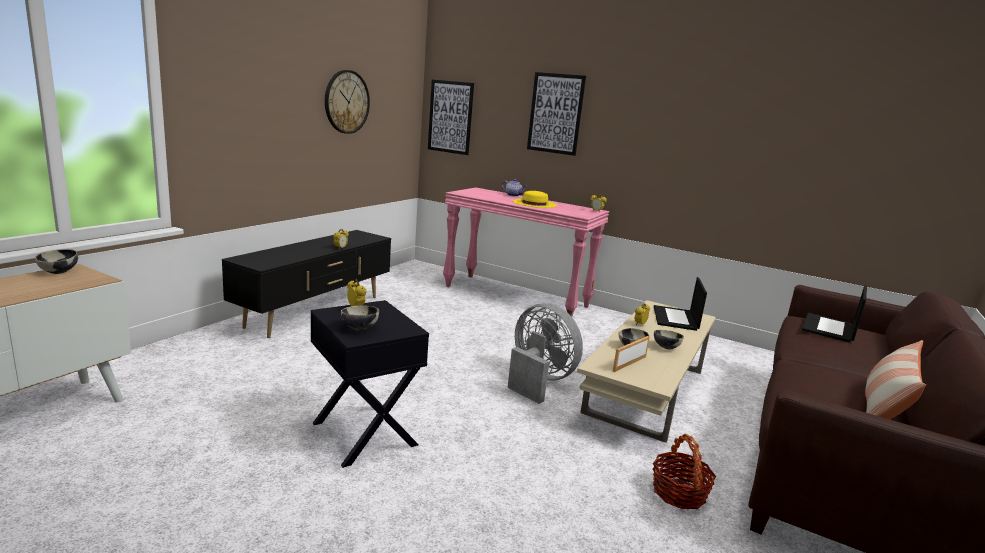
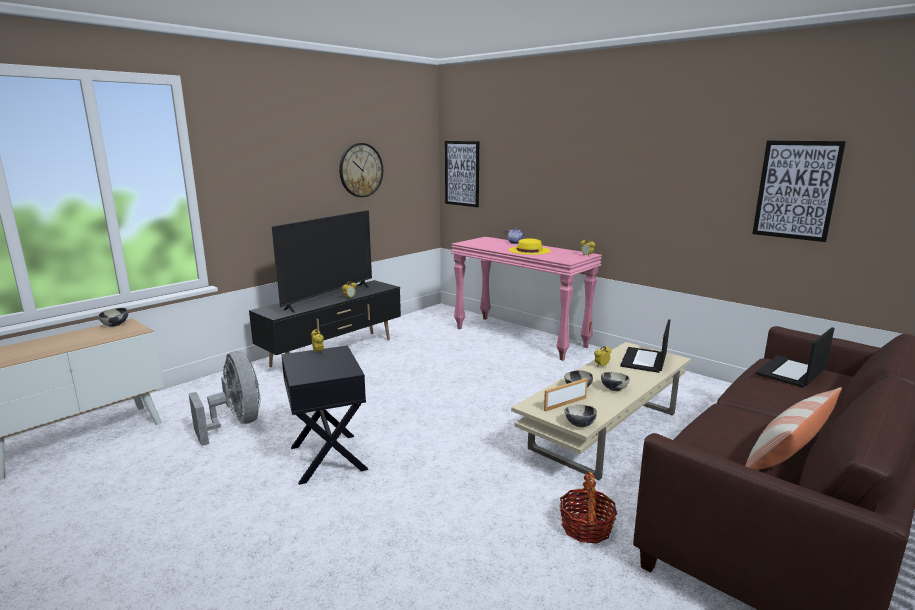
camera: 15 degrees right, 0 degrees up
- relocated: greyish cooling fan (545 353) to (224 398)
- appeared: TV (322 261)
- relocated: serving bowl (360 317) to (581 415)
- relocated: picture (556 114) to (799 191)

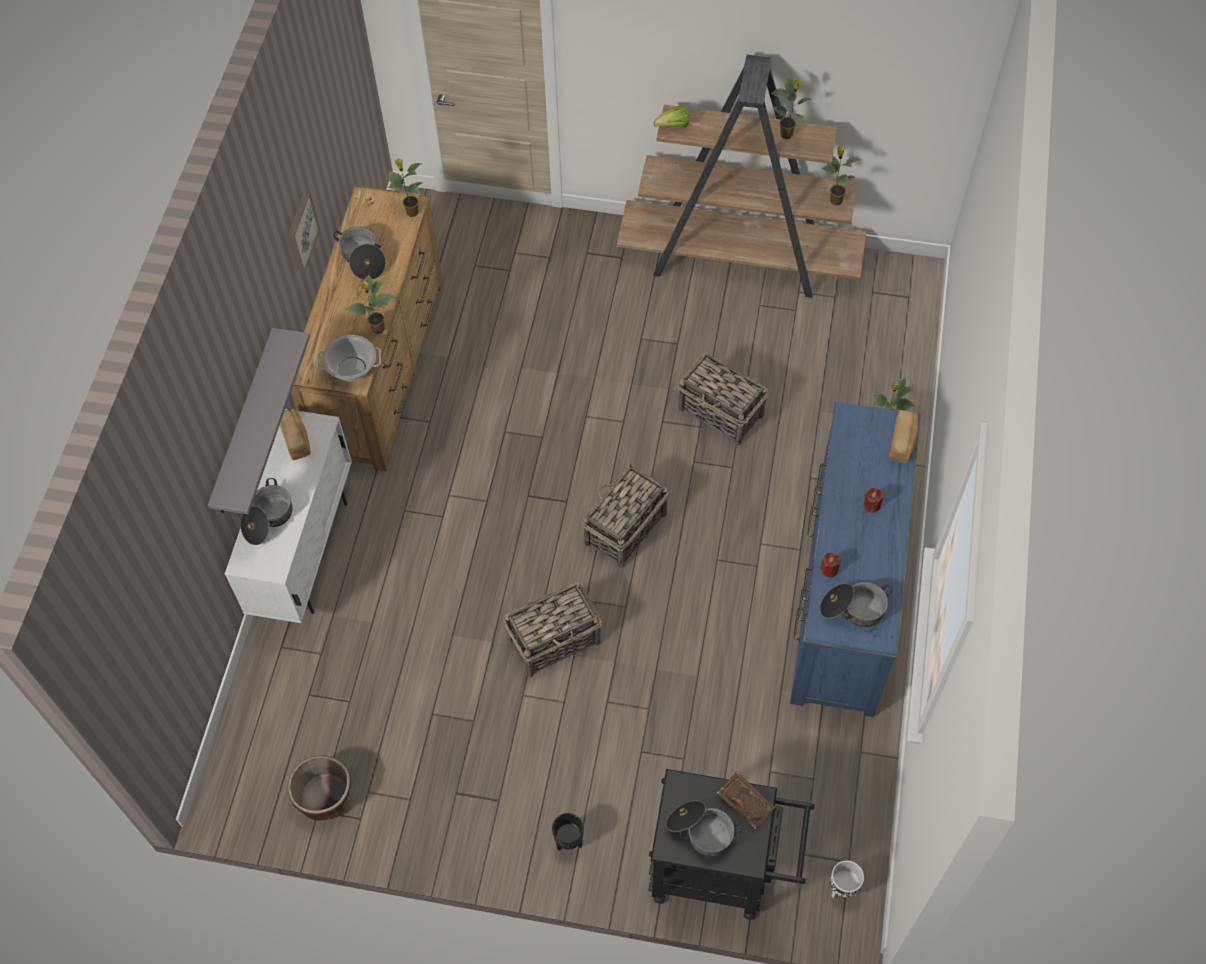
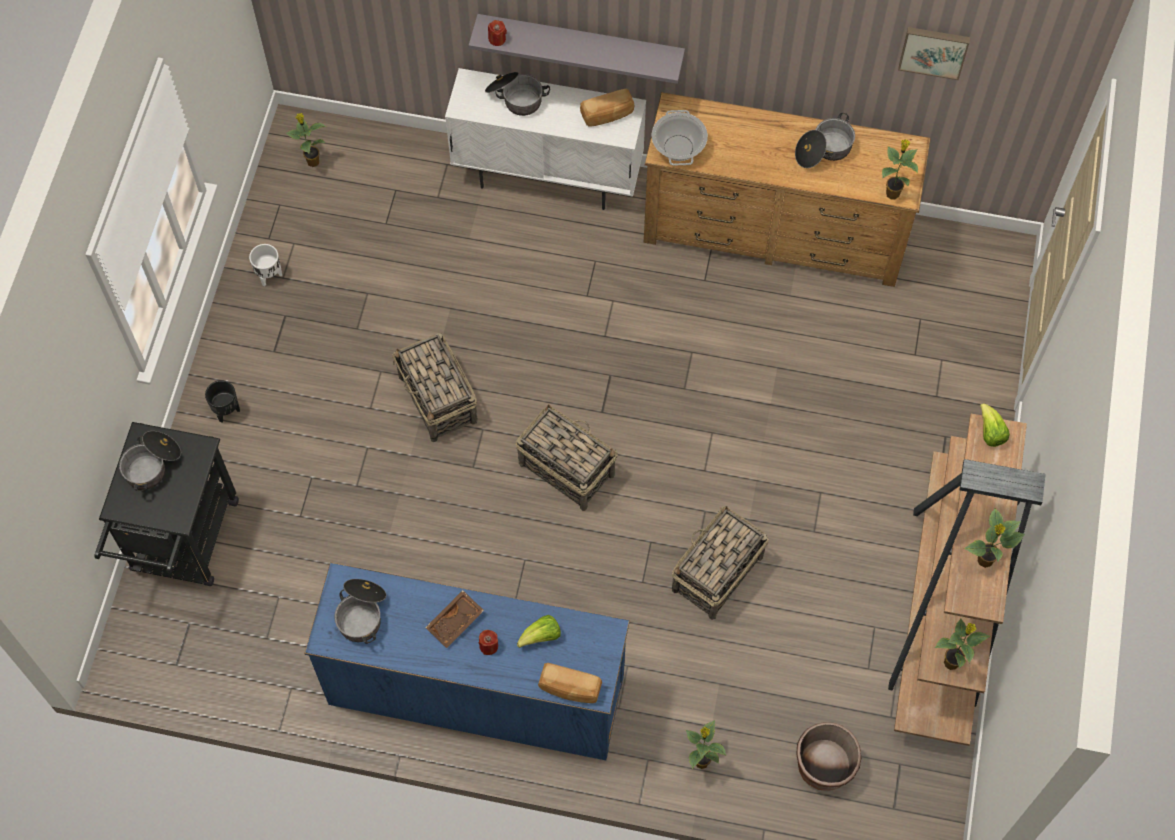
camera: 90 degrees right, 5 degrees up
- relocated: whitish plant pot (847 879) to (265 265)
- relocated: plant in a pot (370 304) to (306 140)
- relocated: brown-coloured tray (746 800) to (454 619)
- relocated: reddish wax candle (830 565) to (497 33)
- appeared: head of lettuce (539 631)
- relocated: brown-coloured plant pot (319 787) to (828 756)
- relocated: picture (303 232) to (934 53)

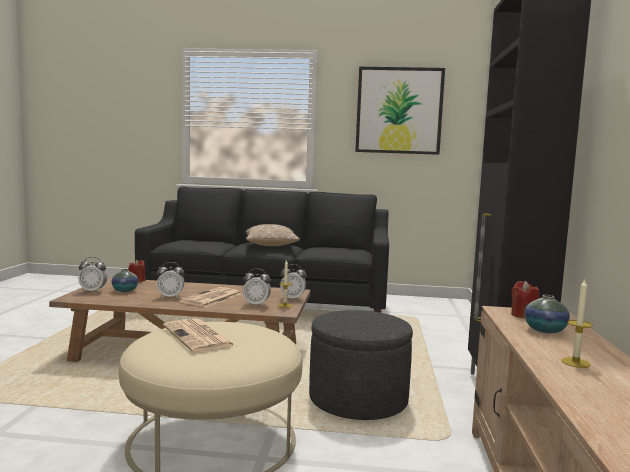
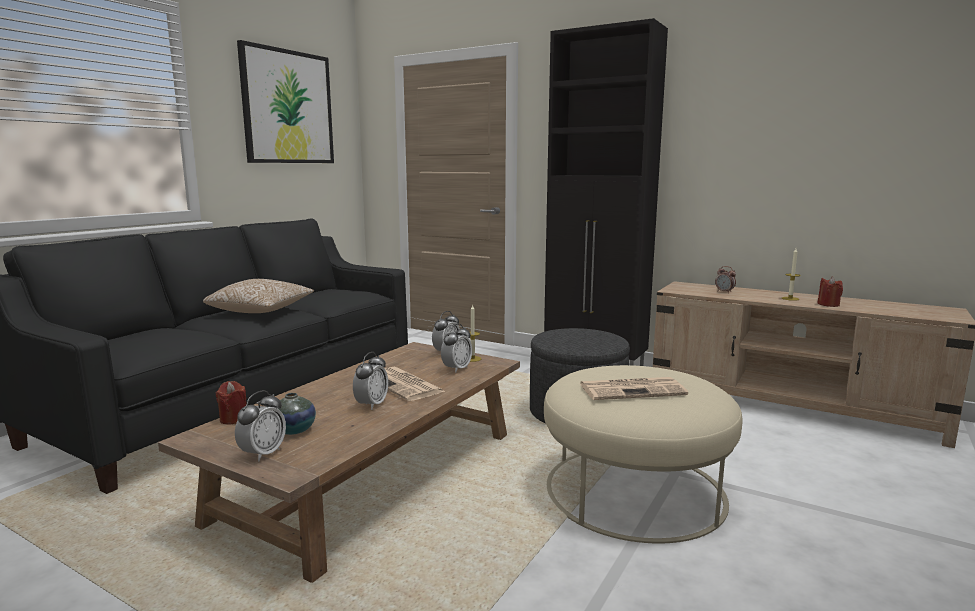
camera: 65 degrees left, 5 degrees up
- exchanged: vase (547 314) to table clock (725 279)
- relocated: reddish wax candle (525 300) to (830 292)

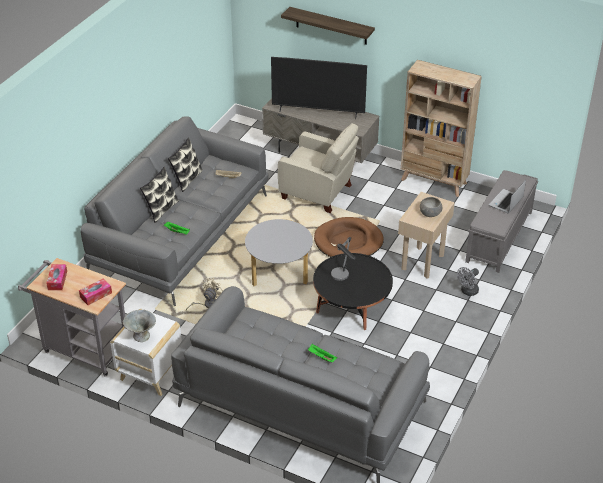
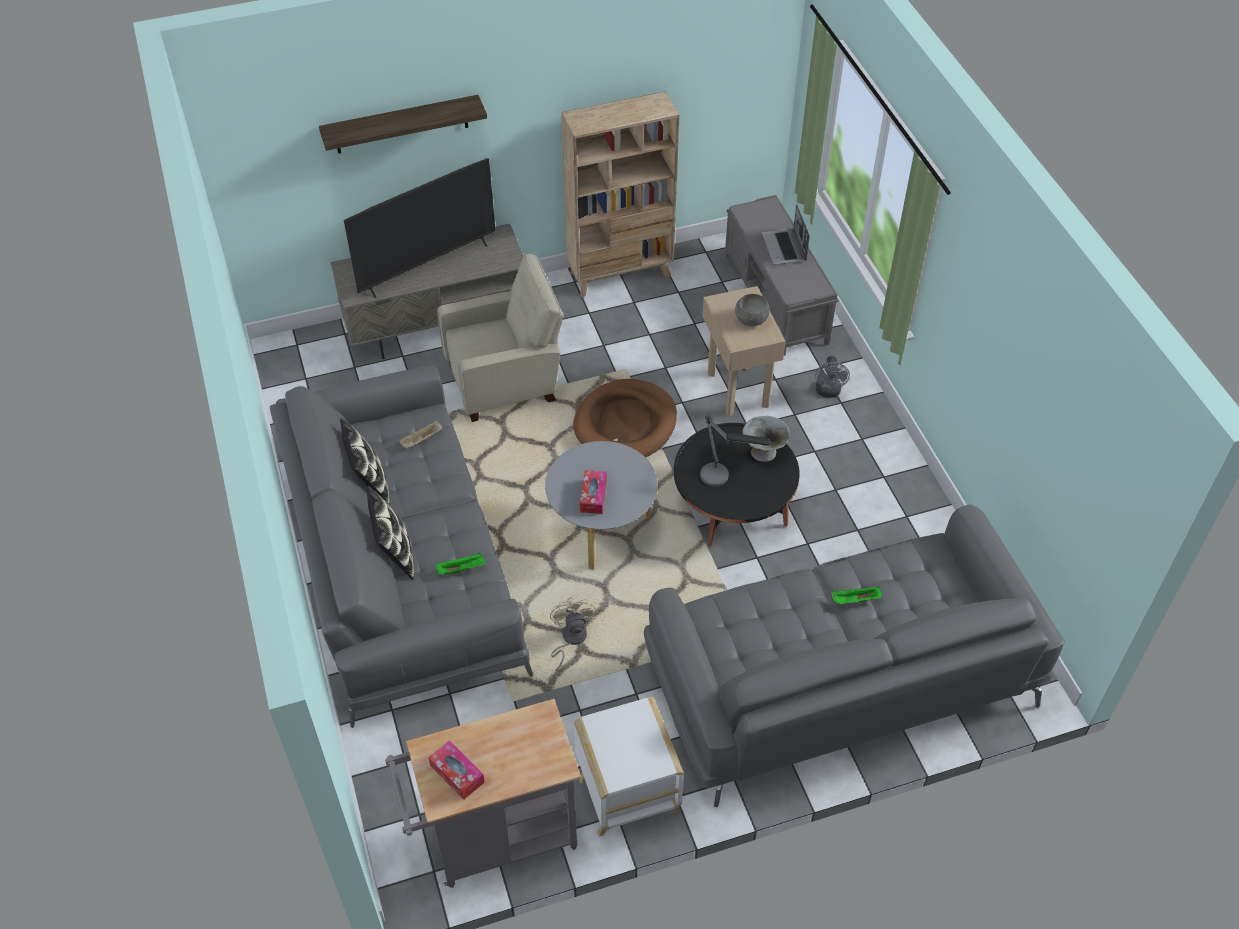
camera: 45 degrees left, 10 degrees up
- relocated: box of tissues (95 291) to (593 492)
- relocated: greyish serving bowl (139 326) to (766 439)

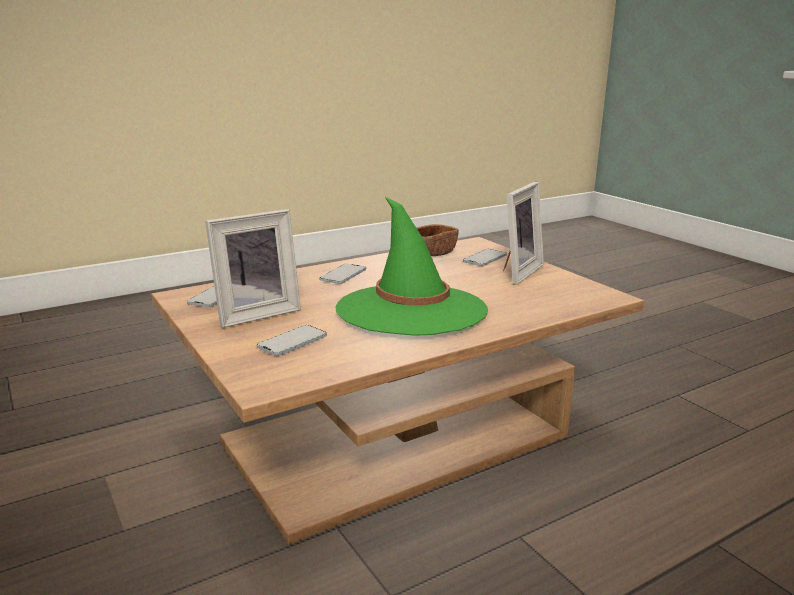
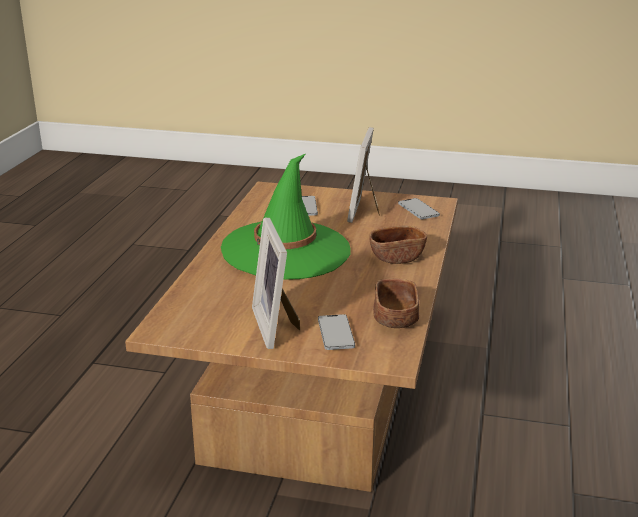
camera: 135 degrees right, 5 degrees up
- exchanged: telephone (343 273) to brown-coloured serving bowl (398 244)

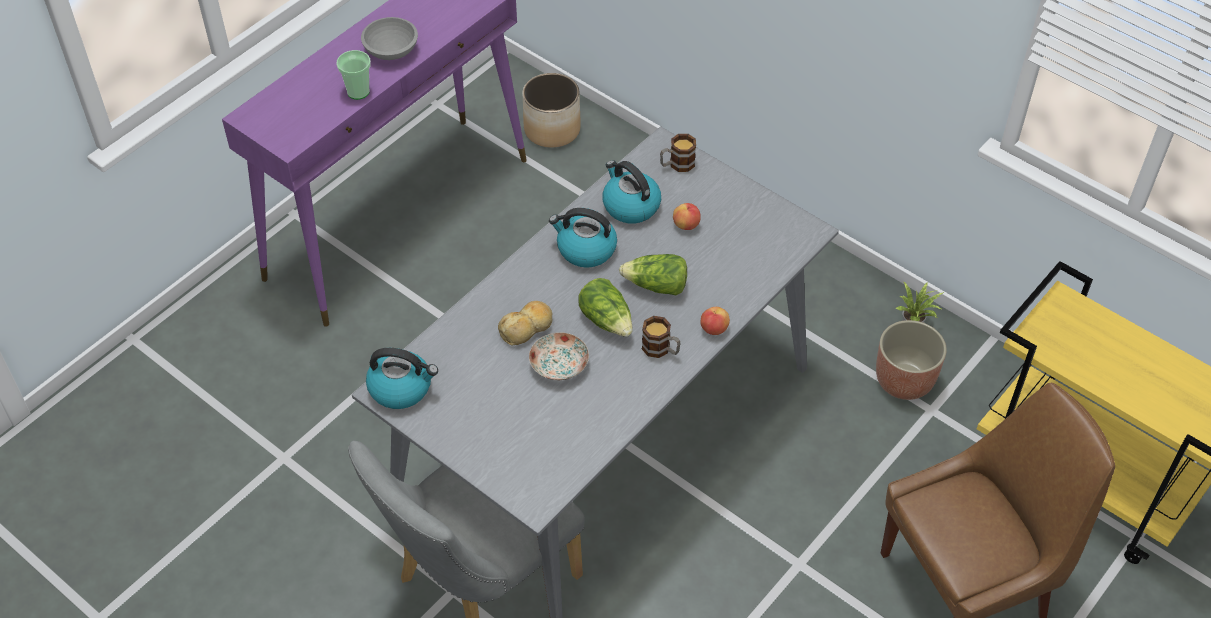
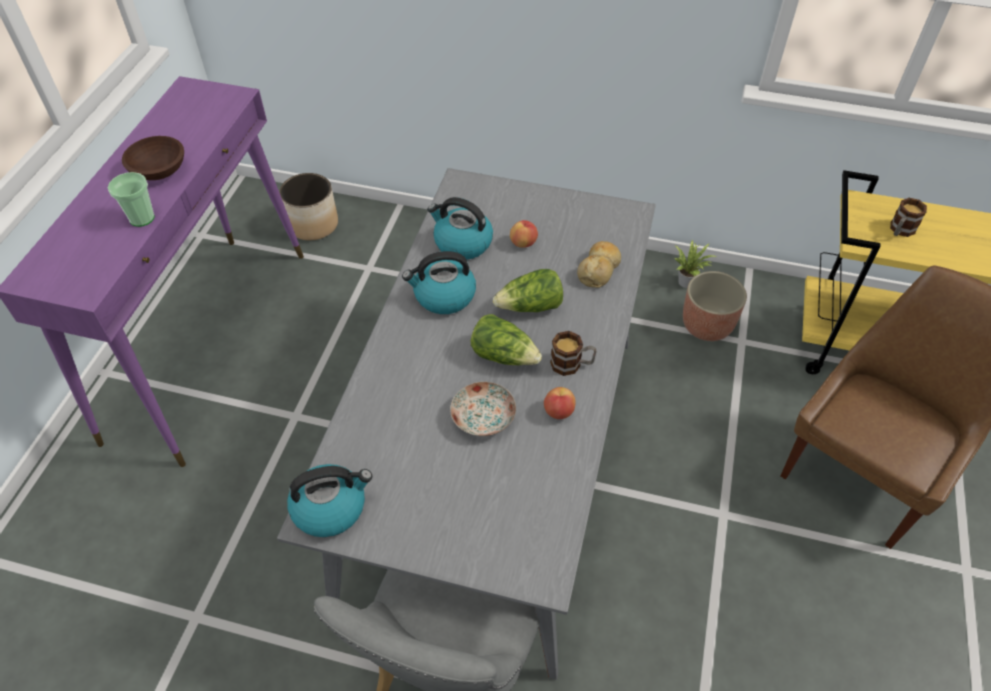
camera: 25 degrees left, 0 degrees up
- colour: greyish serving bowl (389 38) to brown-coloured serving bowl (153 158)
- relocated: apple fruit (715 321) to (560 403)
- relocated: bakery bread (525 323) to (599 264)
- relocated: tea mug (678 153) to (908 217)

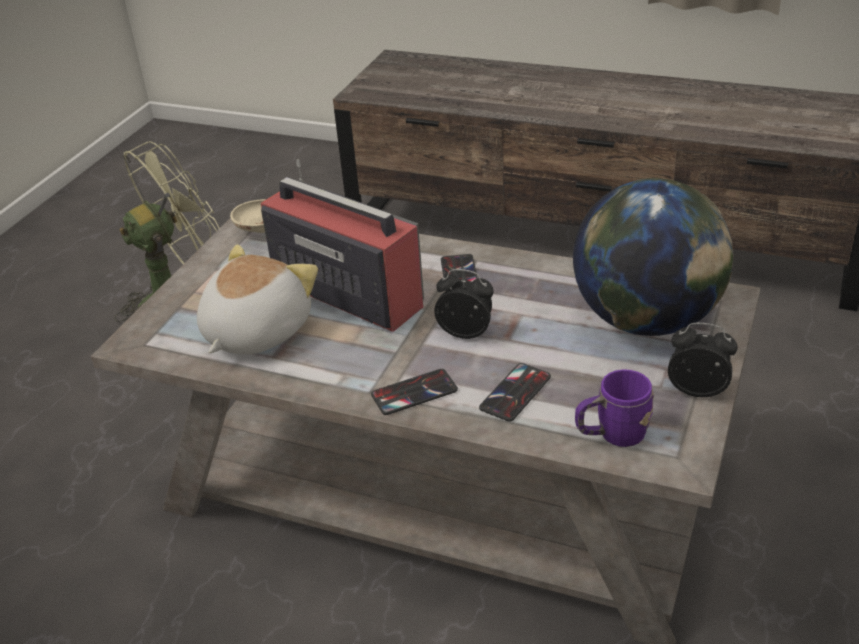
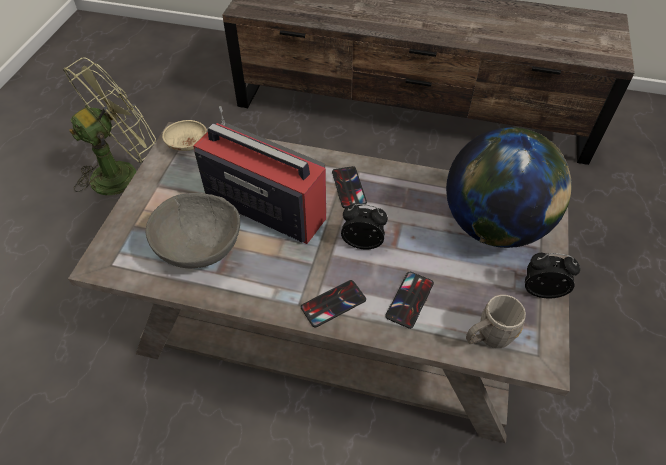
camera: 10 degrees left, 15 degrees up
- exchanged: cuddly toy (257 299) to greyish serving bowl (193 230)
- colour: purple-coloured tea mug (614 408) to greyish tea mug (496 321)

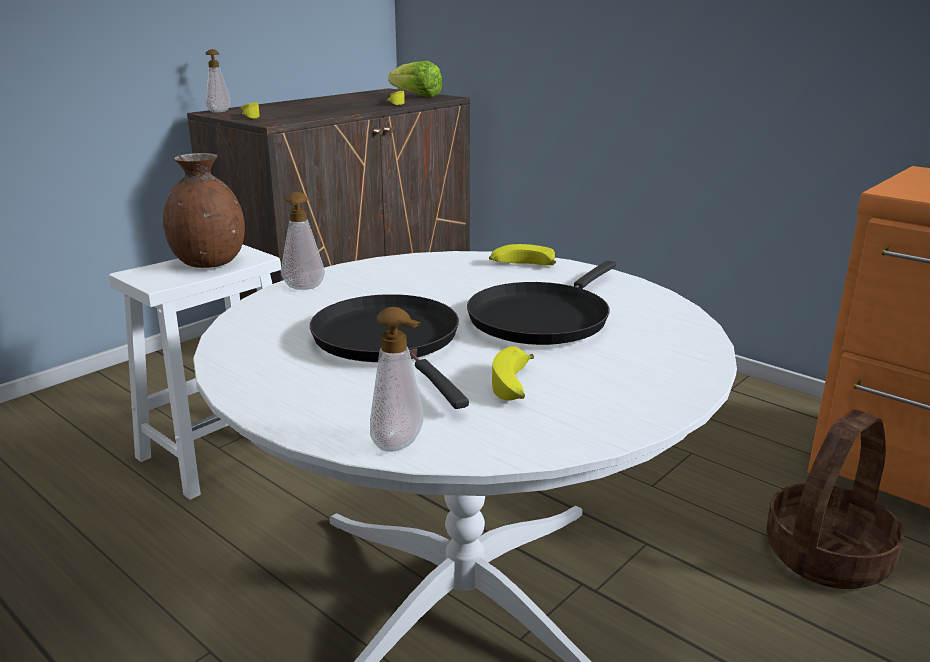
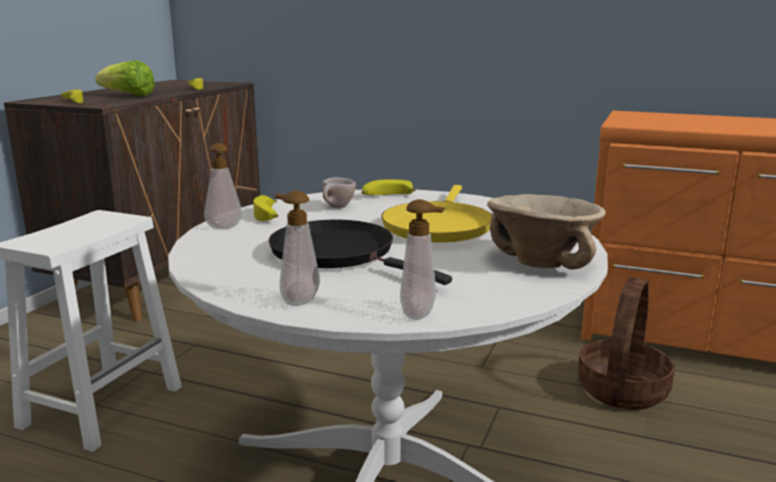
camera: 20 degrees left, 5 degrees down
- relocated: head of lettuce (415 79) to (125 78)
- relocated: banana fruit (513 373) to (265 208)
- relocated: liquid soap bottle (218 81) to (297 248)
- appeared: sand-coloured small cup (339 192)
- colour: blackish frying pan (541 303) to yellow-coloured frying pan (436 214)
- appeared: sand-coloured serving bowl (546 231)
- missing: brown-coloured vase (204 210)

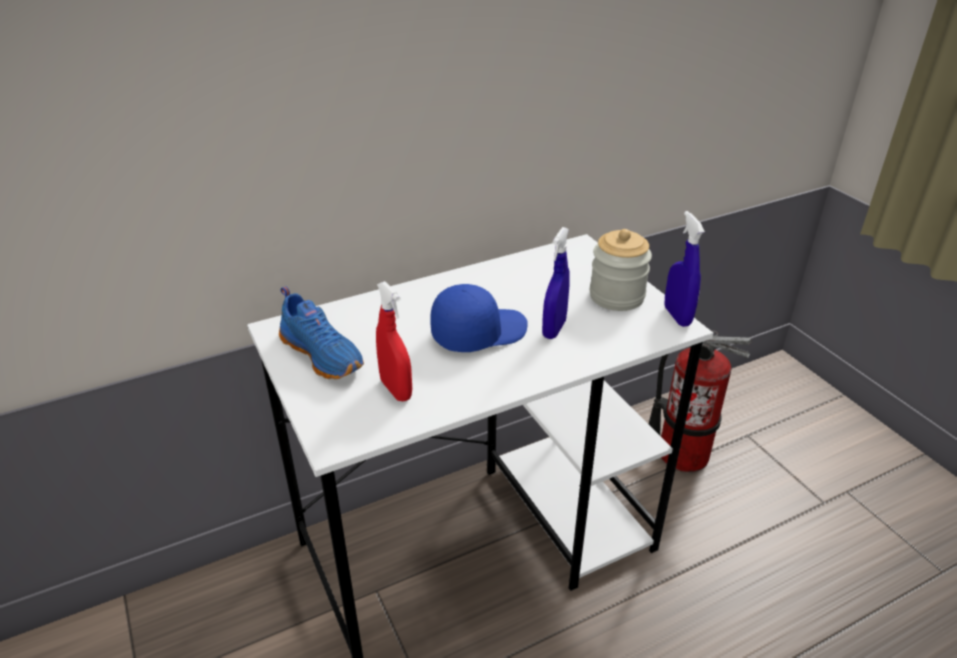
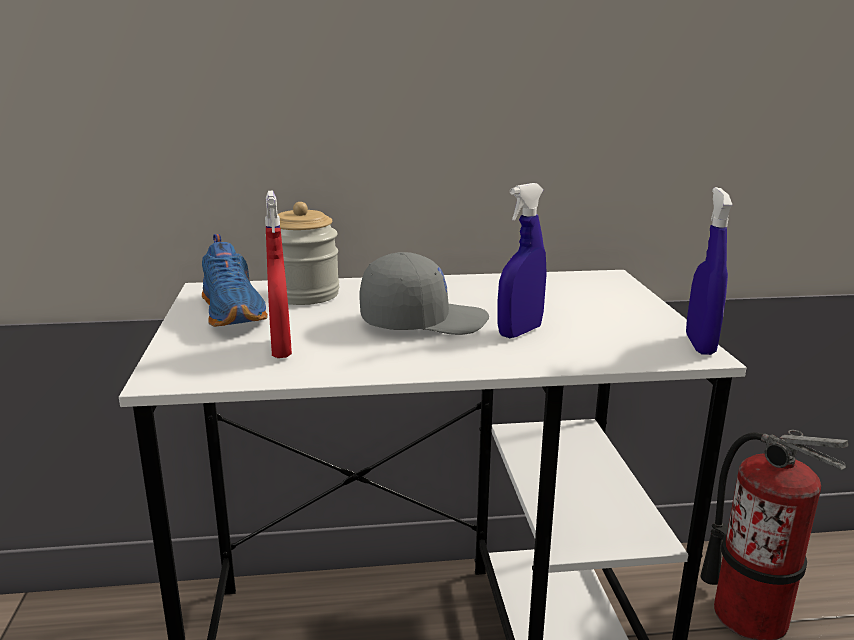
camera: 20 degrees right, 15 degrees down
- relocated: storage jar (621 270) to (308 253)
- colour: blue baseball cap (479 318) to greyish baseball cap (424 293)

